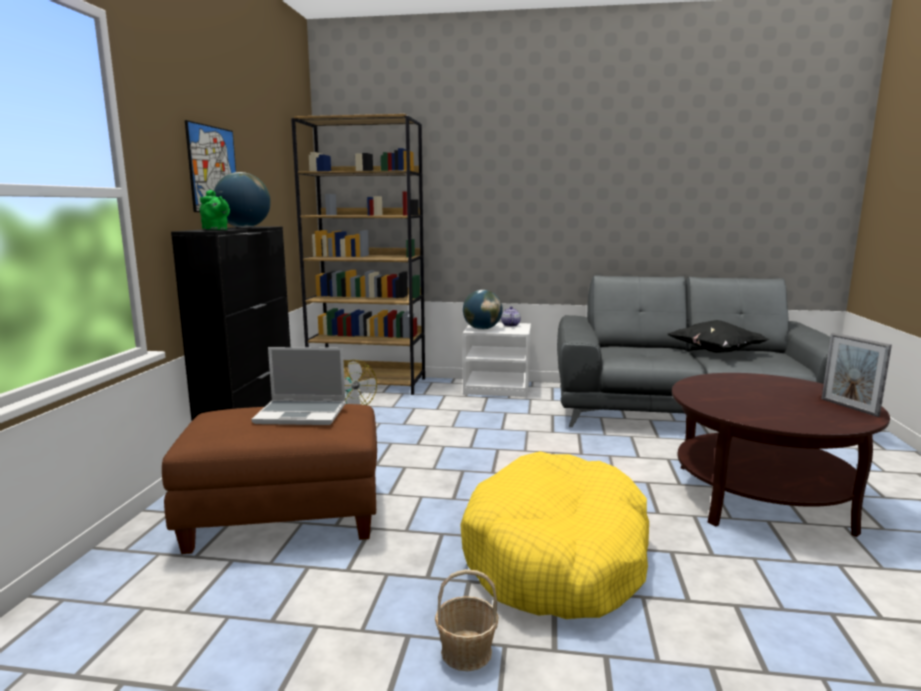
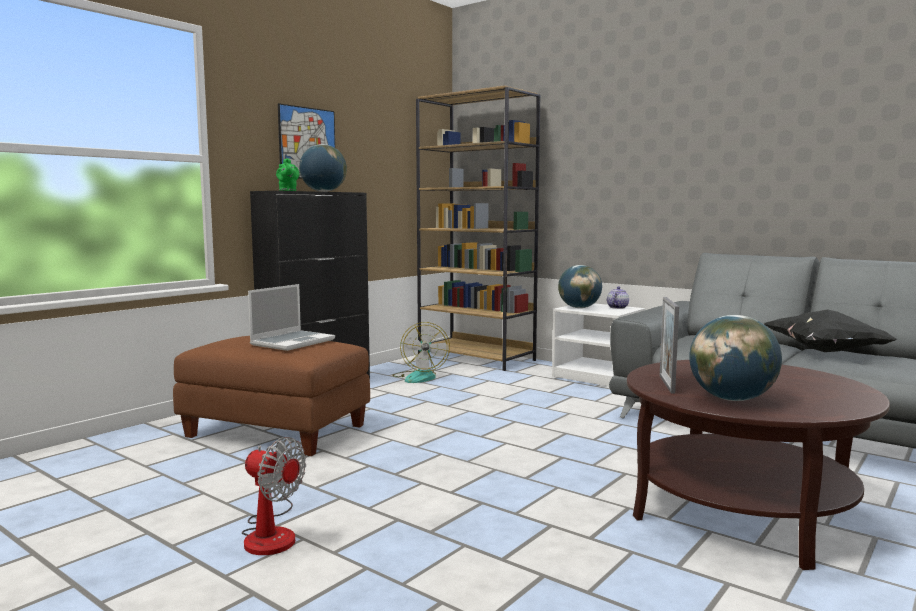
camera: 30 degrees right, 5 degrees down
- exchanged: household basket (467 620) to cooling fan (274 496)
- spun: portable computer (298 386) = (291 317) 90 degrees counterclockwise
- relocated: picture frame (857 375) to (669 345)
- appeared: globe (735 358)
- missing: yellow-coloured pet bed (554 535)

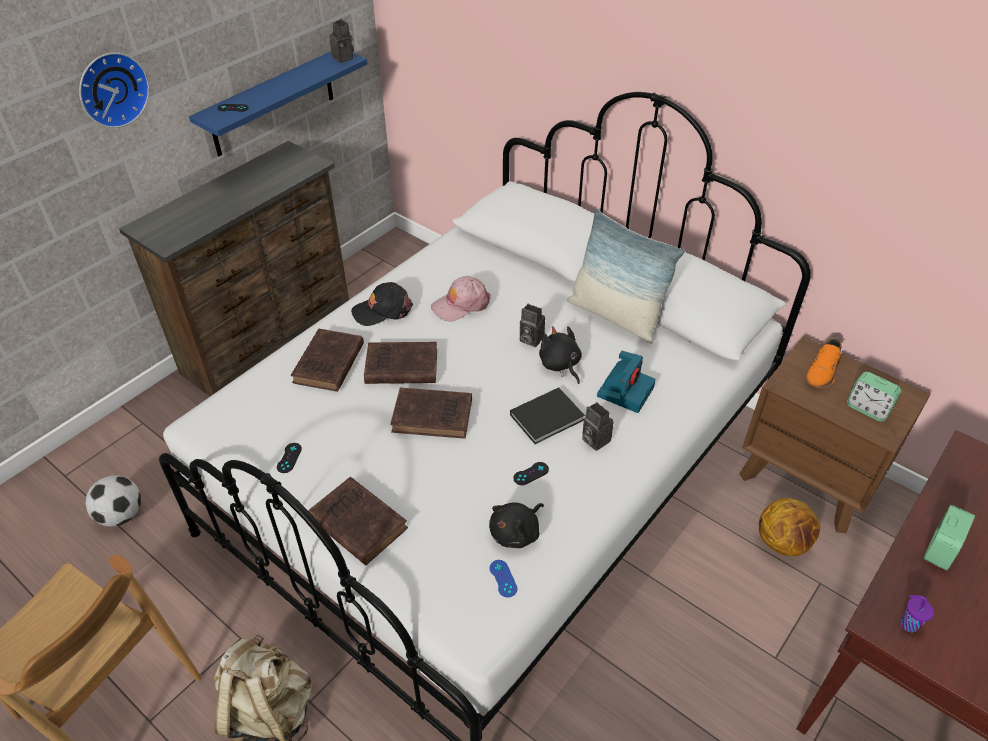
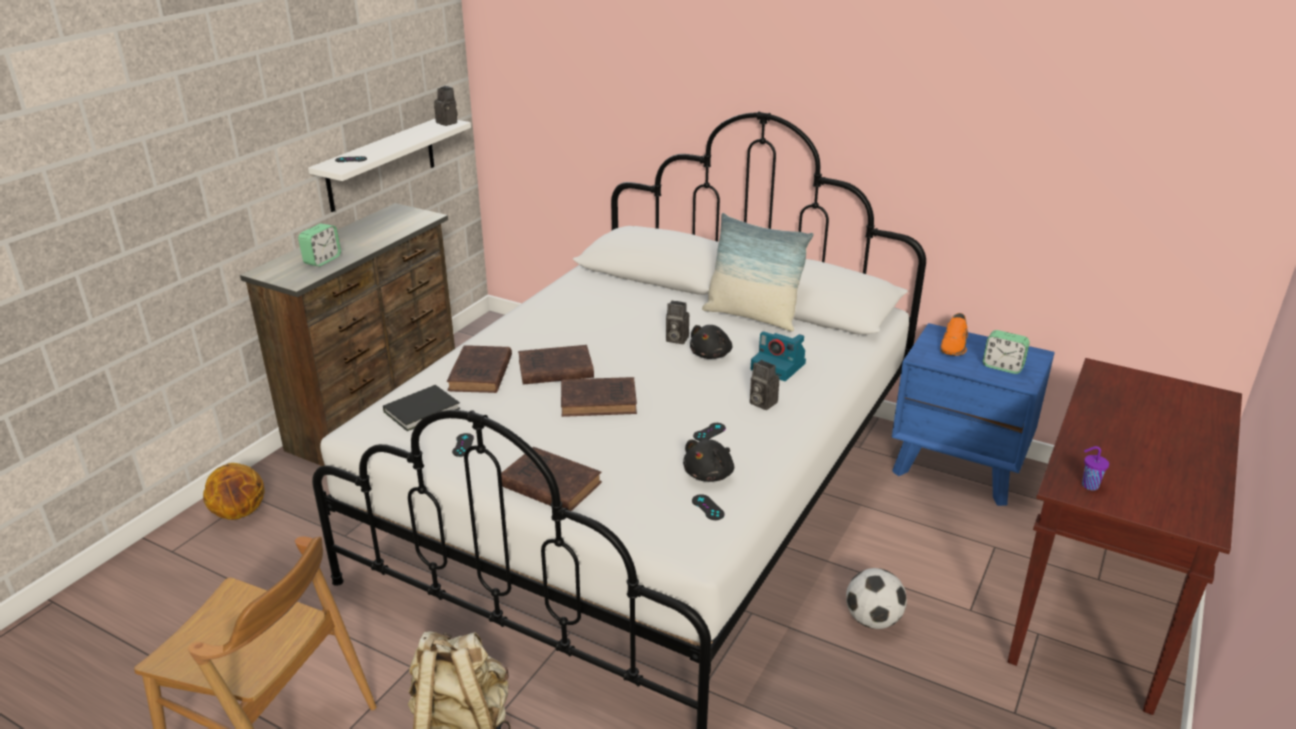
camera: 10 degrees left, 15 degrees down
- relocated: basketball ball (789 527) to (233 491)
- relocated: table clock (949 537) to (319 245)
- colour: blue shelf (278 103) to whitish shelf (389 165)
- relocated: blackish volume (547 416) to (421 408)
- spun: blackish cuddly toy (560 355) = (711 342) 120 degrees counterclockwise
- colour: blue gamepad (503 578) to blackish gamepad (708 507)
- spun: photo camera (626 382) = (778 356) 105 degrees clockwise
- relocated: ball for football (113 501) to (876 598)
- colour: brown-coloured night table (835 434) to blue night table (973 414)
- missing: clock on the wall (114 90)
- missing: blackish baseball cap (382 304)
- missing: pink baseball cap (461 299)

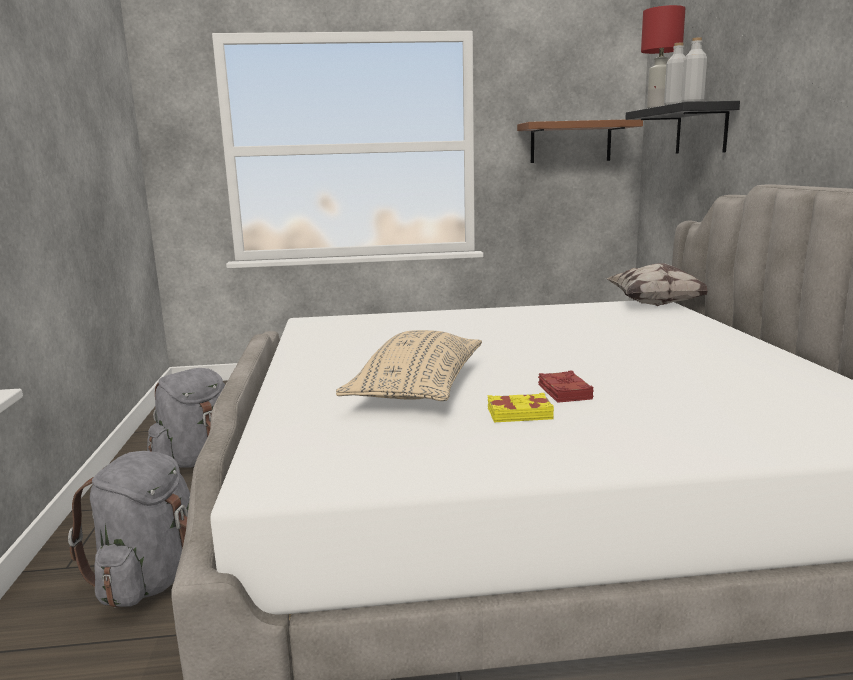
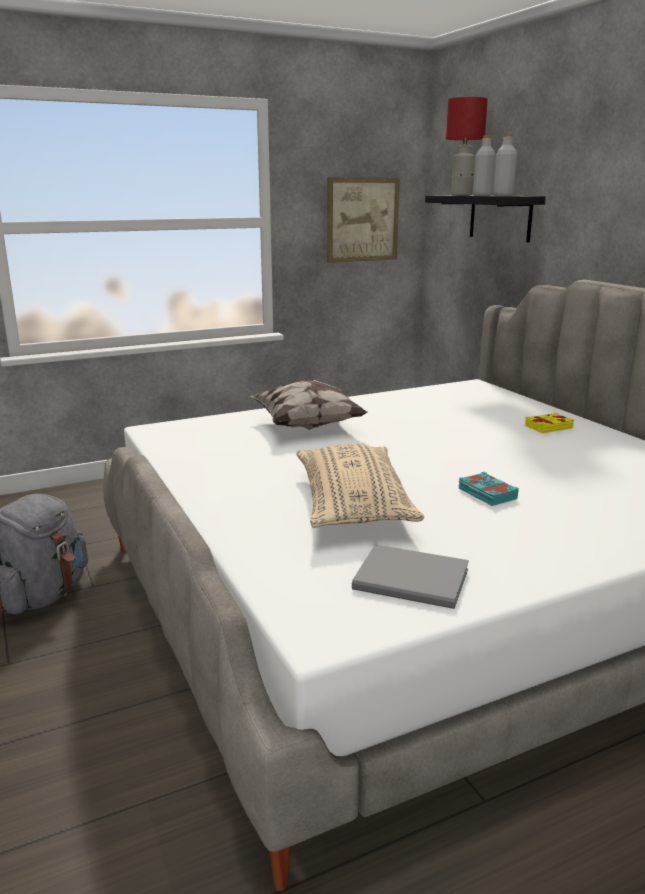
camera: 20 degrees left, 5 degrees up
- relocated: cushion (656 285) to (309 405)
- exchanged: brown-coloured shelf (580 141) to picture (363 220)
- appeared: greyish volume (410 576)
- colour: reddish volume (566 386) to turquoise-coloured volume (488 489)
- relocated: yellow-coloured volume (520 407) to (549 423)
- missing: greyish backpack (129 529)

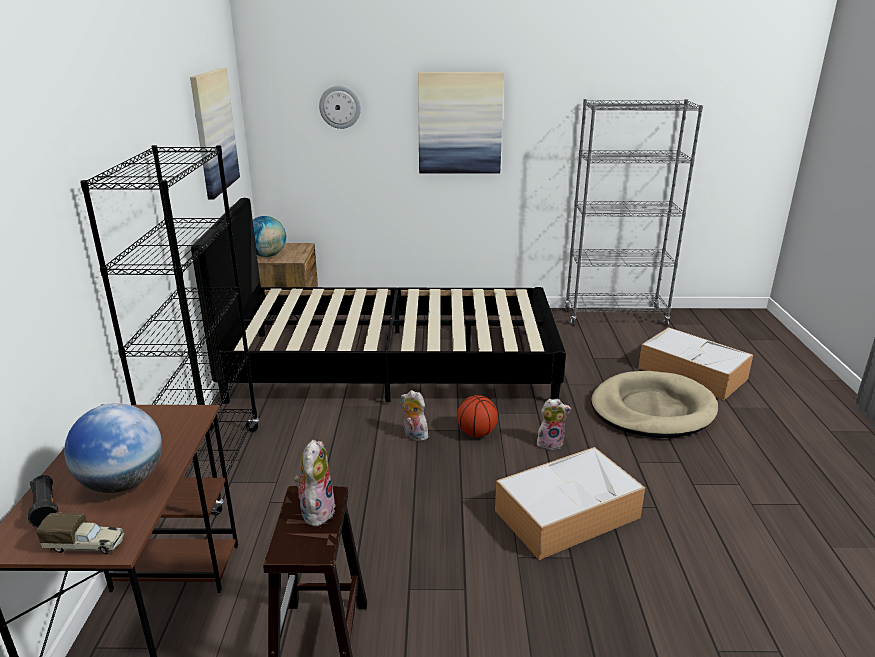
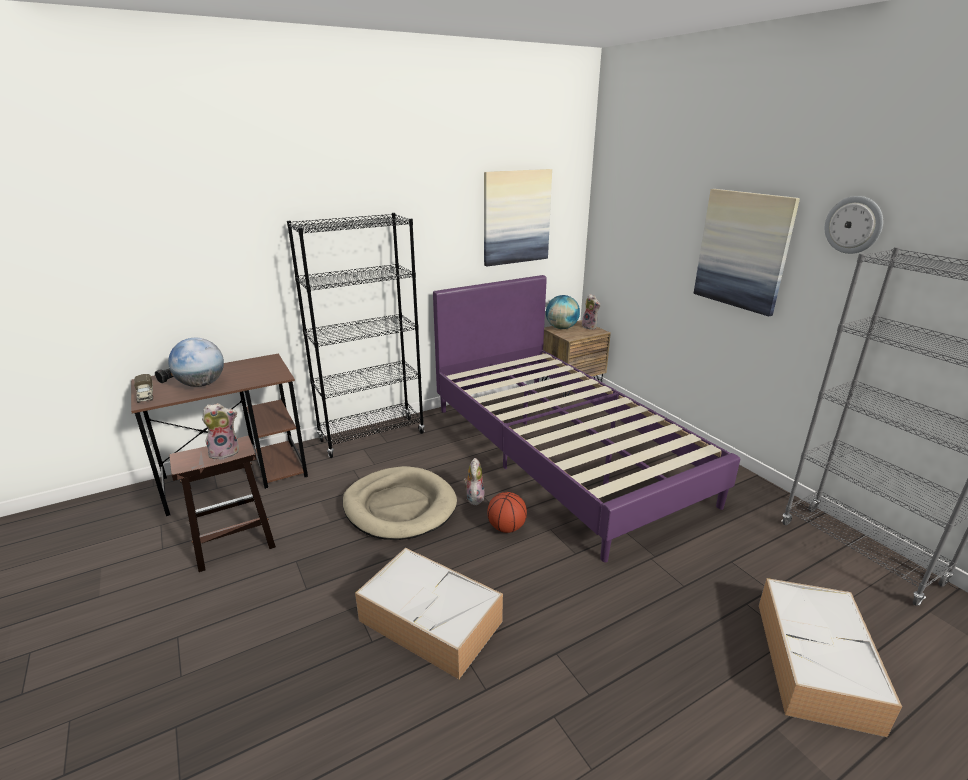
camera: 60 degrees right, 0 degrees up
- relocated: sand-coloured pet bed (654 404) to (400 503)
- colour: blackish sleeping bed (378 301) to purple-coloured sleeping bed (586 418)
- relocated: cuddly toy (554 424) to (591 312)
- relocated: clock on the wall (340 107) to (854 225)

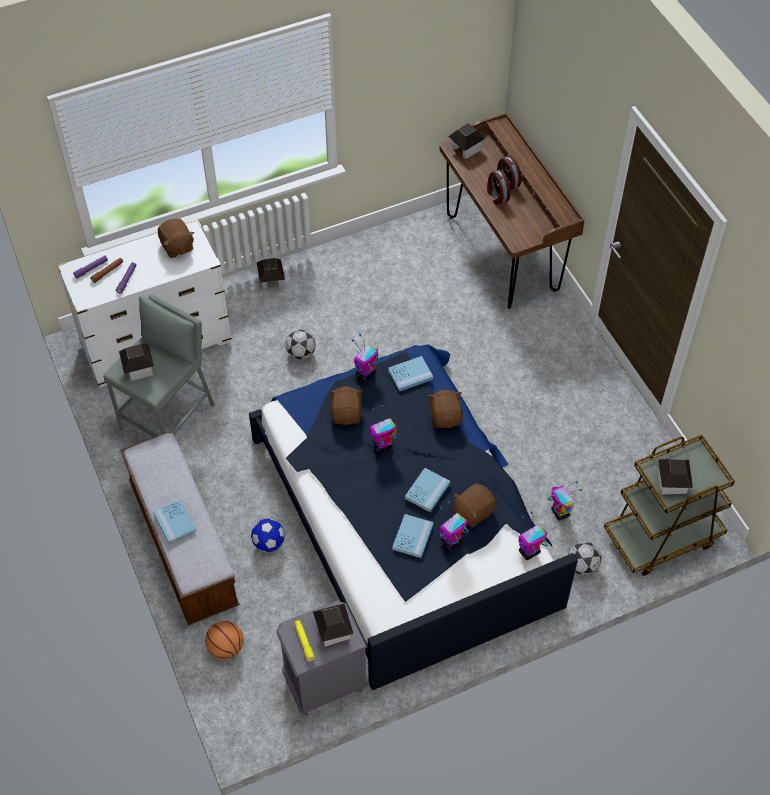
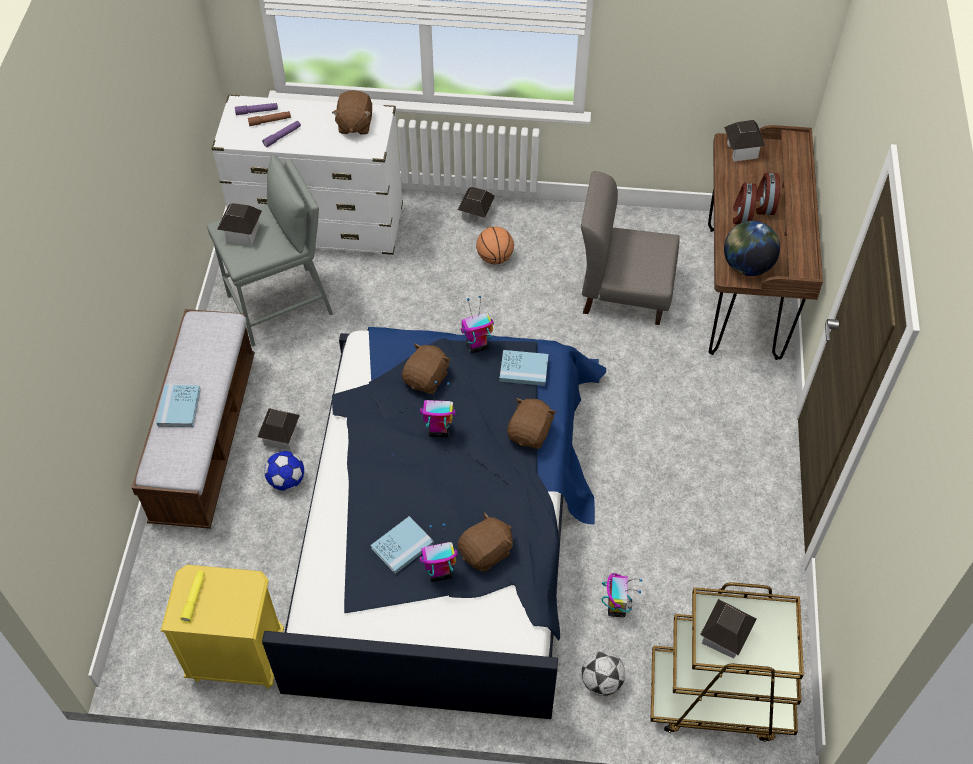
camera: 30 degrees right, 0 degrees up
- colour: greyish night table (322 658) to yellow-coloured night table (222 627)
- relocated: model house (333 625) to (279 429)
- spun: brown-coloured cuddly toy (474 506) = (485 542) 150 degrees clockwise
- relocated: basketball ball (224 640) to (495 245)
- appeared: greyish upright chair (630 248)
- appeared: globe (752 248)
- missing: ball for football (300 345)
- missing: blue volume (427 490)
- missing: model robot (532 535)

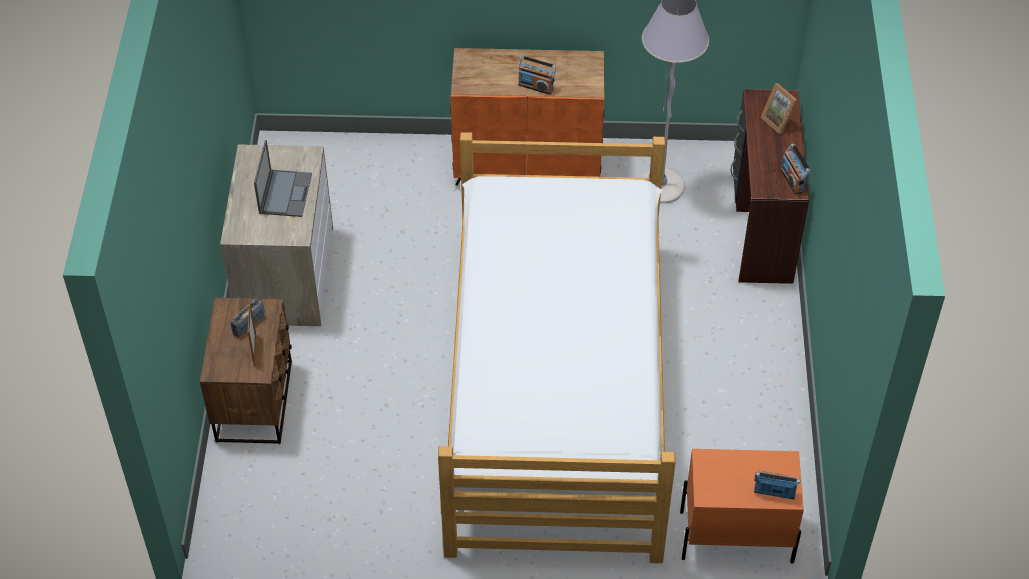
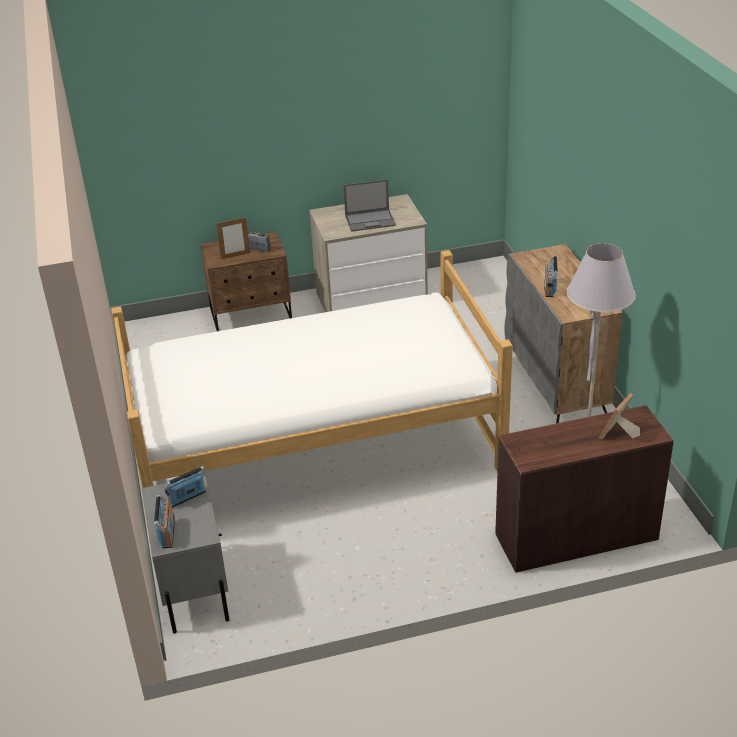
camera: 75 degrees right, 15 degrees down
- colour: orange night table (742 506) to greyish night table (185 555)
- relocated: radio set (795 169) to (185 487)
- colour: orange storage cabinet (527 116) to greyish storage cabinet (563 333)

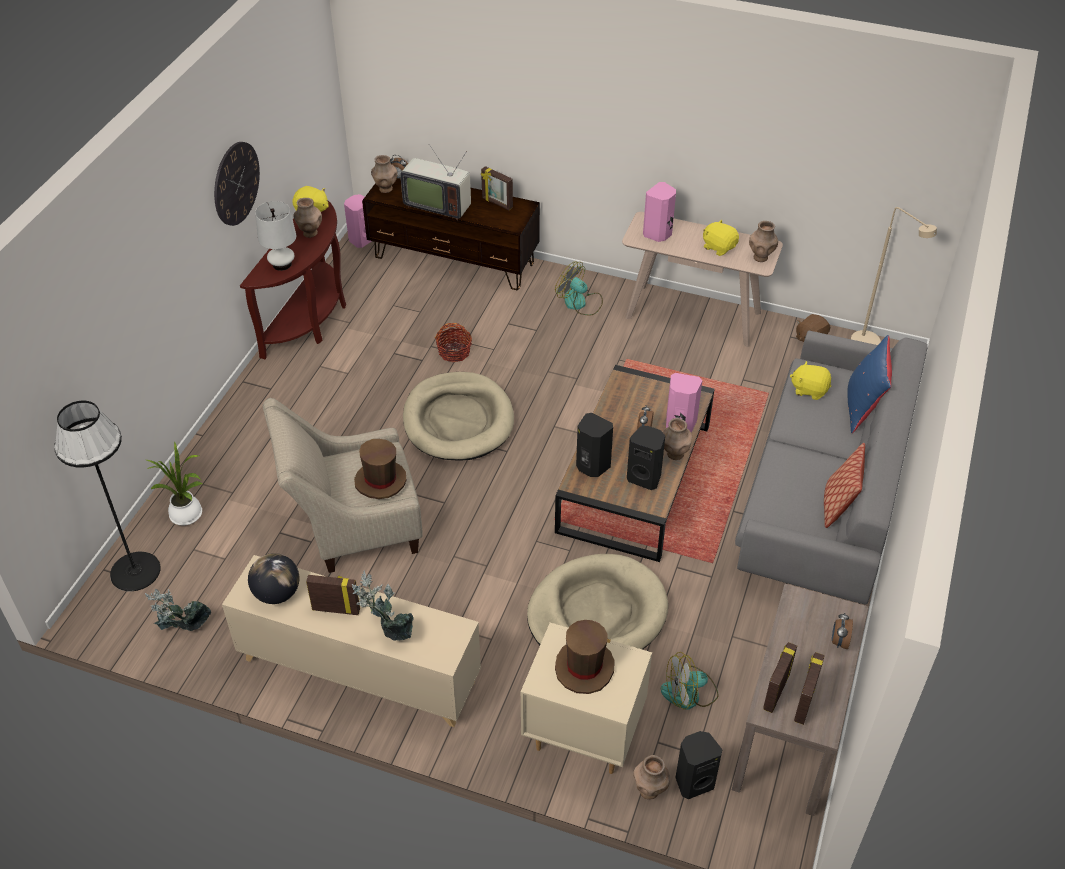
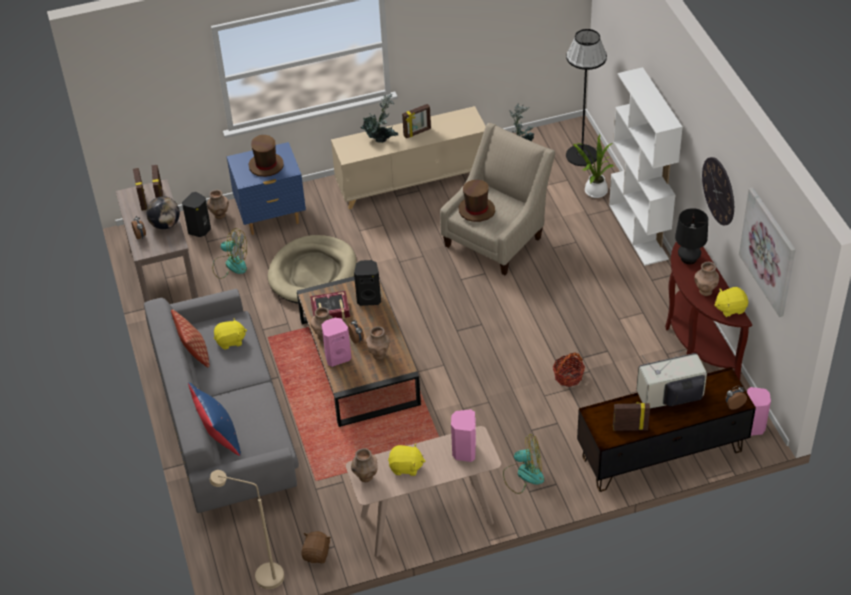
camera: 145 degrees right, 0 degrees up
- relocated: globe (273 578) to (163 212)
- spun: cooling fan (690 681) = (229 253) 60 degrees clockwise
- relocated: yellow-coloured cuddly toy (810 380) to (230 333)
- colour: sand-coloured night table (586 698) to blue night table (266 188)
- exchanged: blackish loudspeaker (646 458) to volume (330 305)
- relocated: brown-coloured vase (384 174) to (378 343)
- appeared: whitish bookcase (646 166)
- colour: whitish table lamp (275 236) to blackish table lamp (691 236)
- appeared: picture (767 252)
- missing: sand-coloured pet bed (458 416)

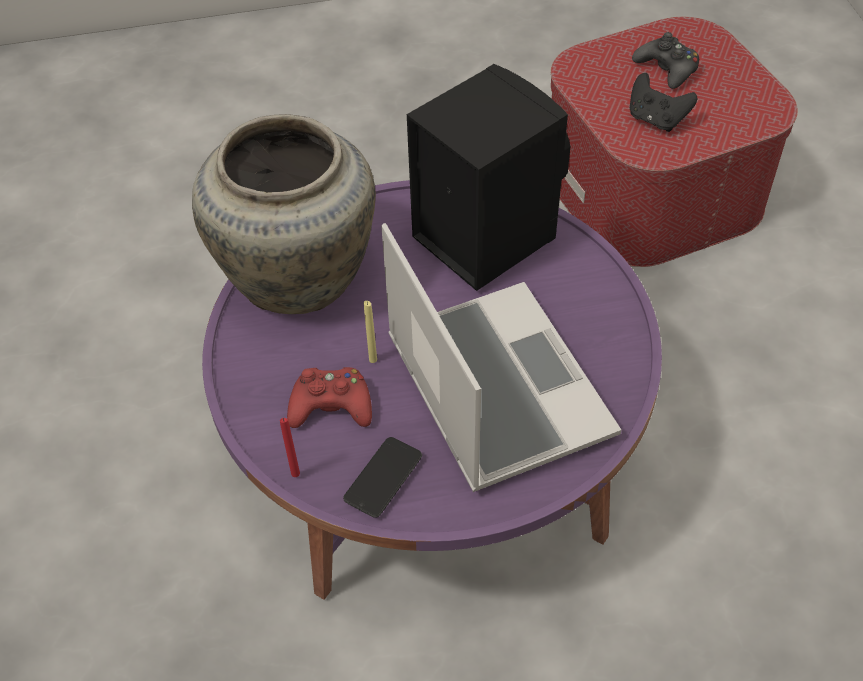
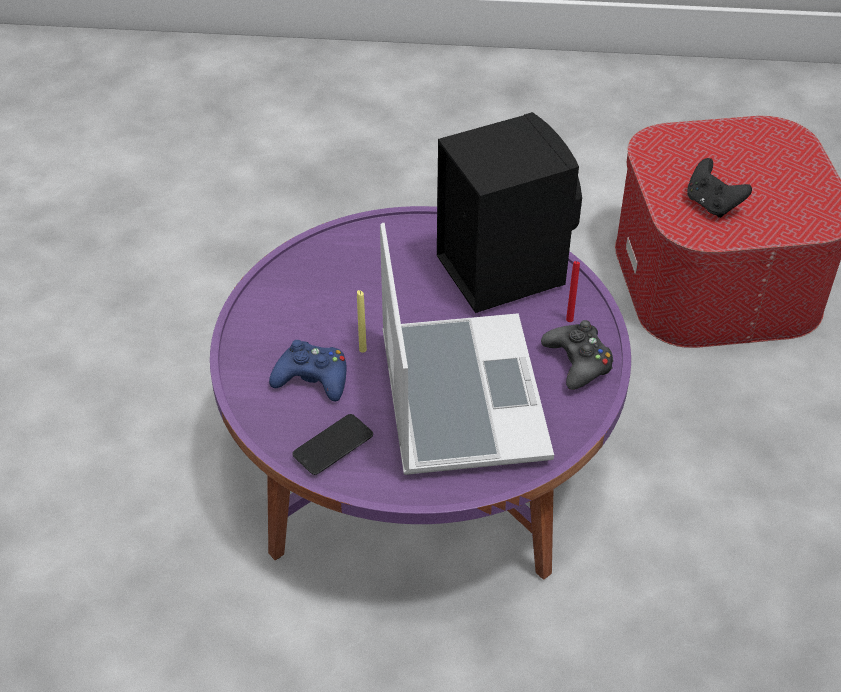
camera: 15 degrees right, 5 degrees down
- colour: reddish gamepad (329 397) to blue gamepad (307 370)
- relocated: blackish gamepad (665 60) to (577 355)
- relocated: reddish wax candle (290 447) to (573 291)
- missing: sand-coloured vase (284 214)

